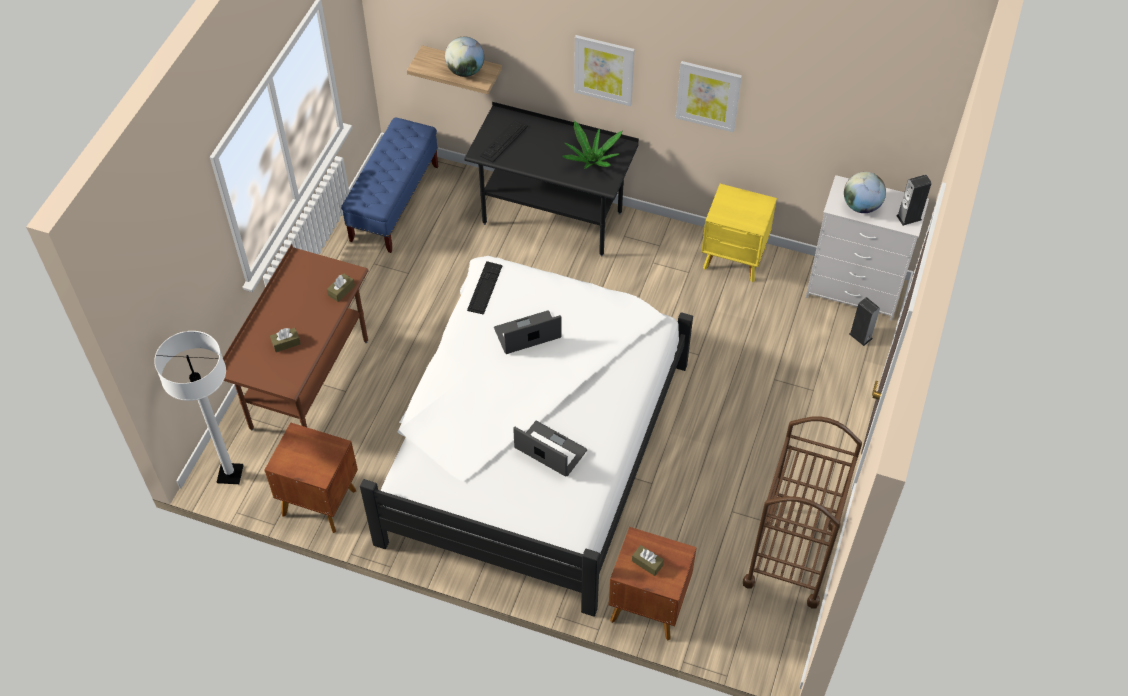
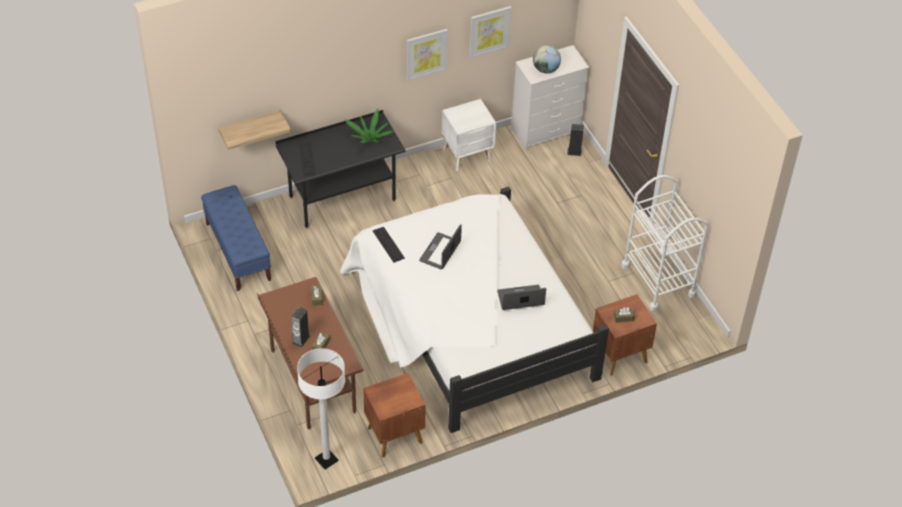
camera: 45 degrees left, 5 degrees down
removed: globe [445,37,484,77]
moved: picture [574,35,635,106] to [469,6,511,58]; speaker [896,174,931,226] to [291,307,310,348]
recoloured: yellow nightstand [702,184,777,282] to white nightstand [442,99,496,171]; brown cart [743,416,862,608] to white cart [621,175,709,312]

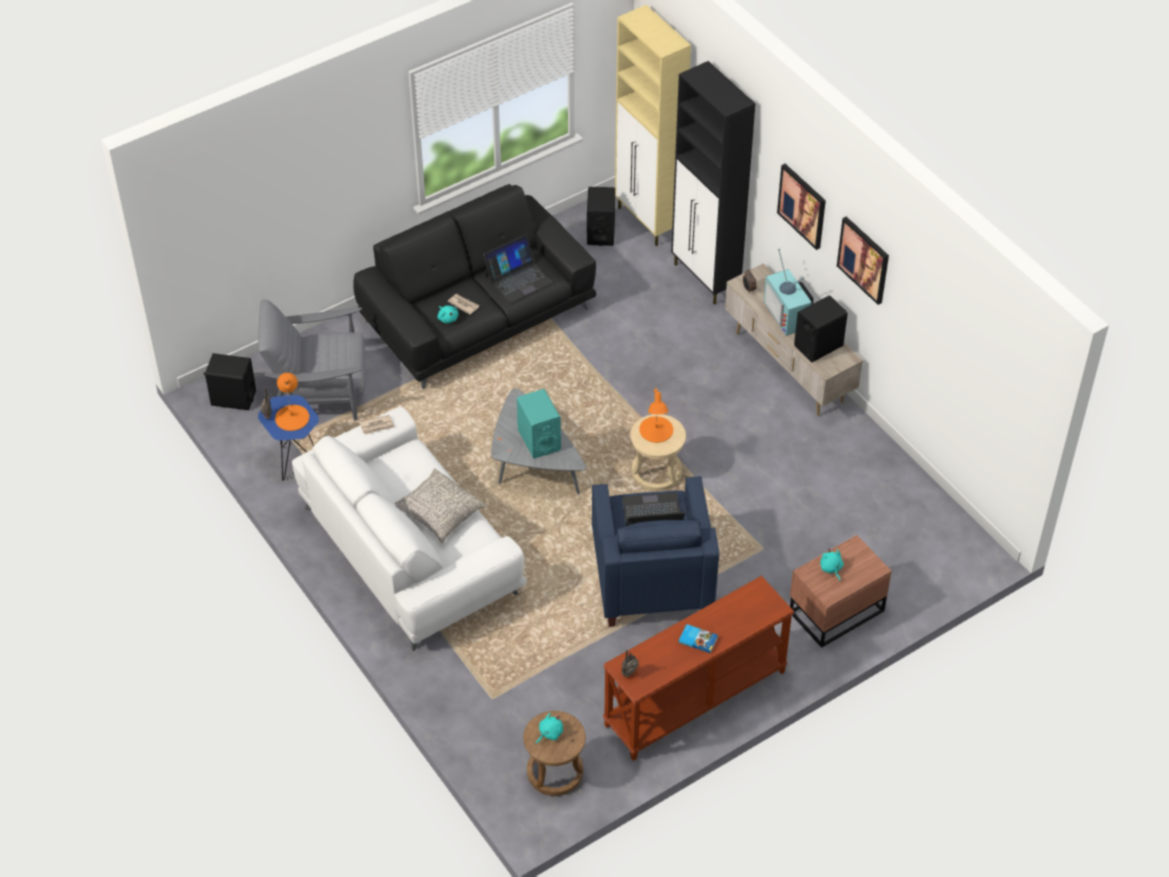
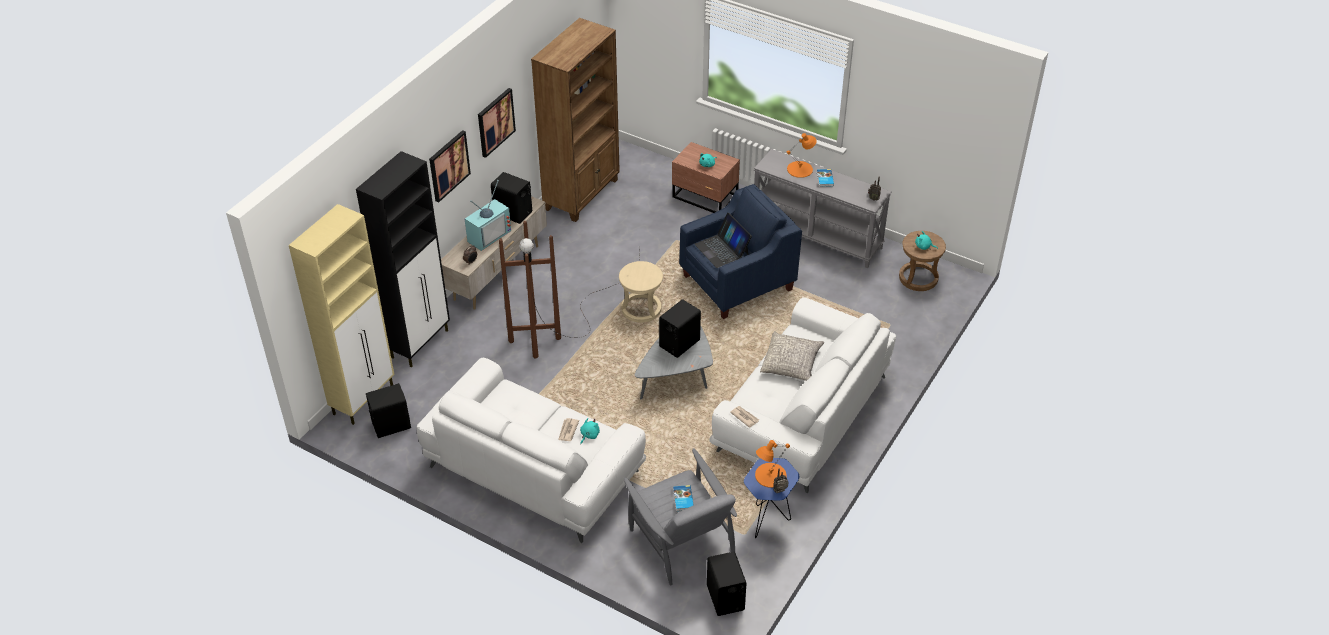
camera: 115 degrees left, 5 degrees down
removed: laptop [483,234,552,303]
added: brown bookcase [531,18,620,222]; brown floor lamp [499,221,640,358]; book [673,485,693,511]
moved: orange table lamp [639,389,673,443] to [787,133,816,178]
recoloured: black sofa [353,184,596,389] to white sofa [416,358,646,543]; turquoise speaker [517,389,561,458] to black speaker [659,299,701,358]; brown console table [603,576,794,761] to grey console table [754,149,891,268]

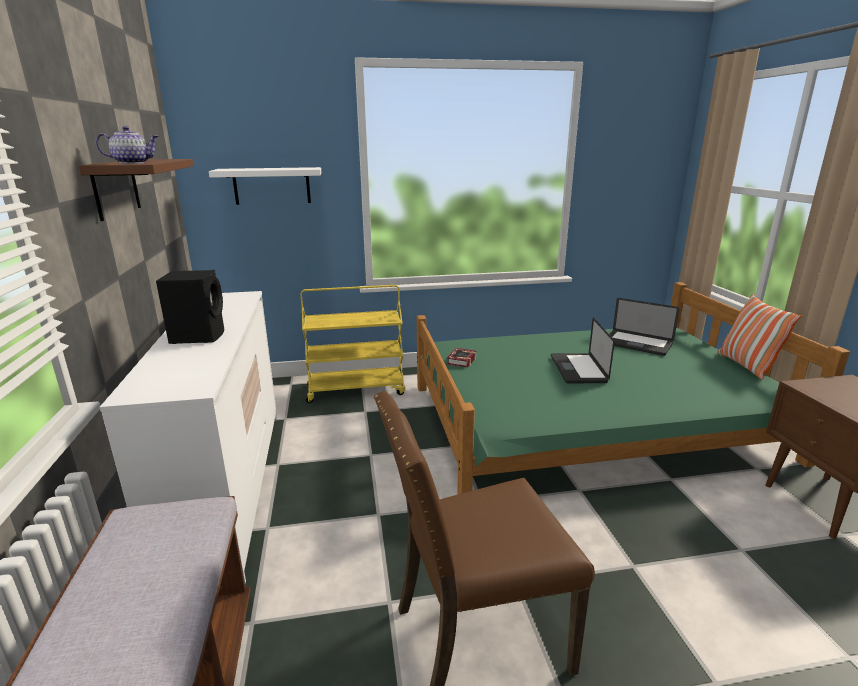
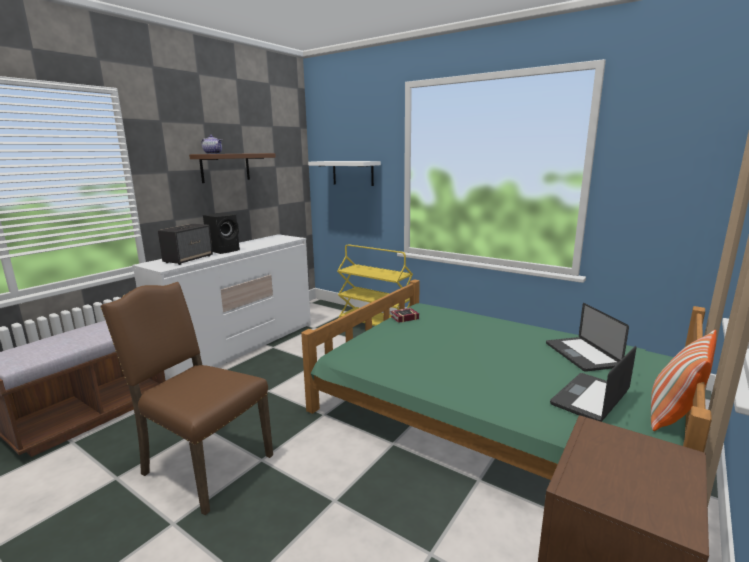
camera: 45 degrees right, 5 degrees down
added: speaker [158,224,213,265]
moved: laptop [551,318,615,383] to [550,345,637,422]

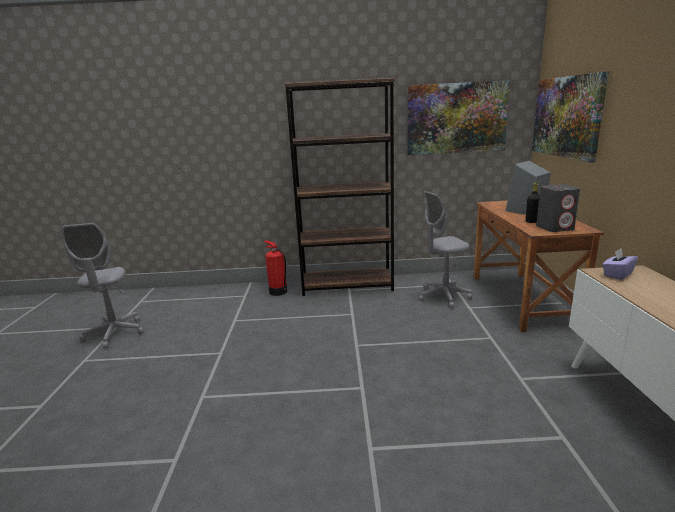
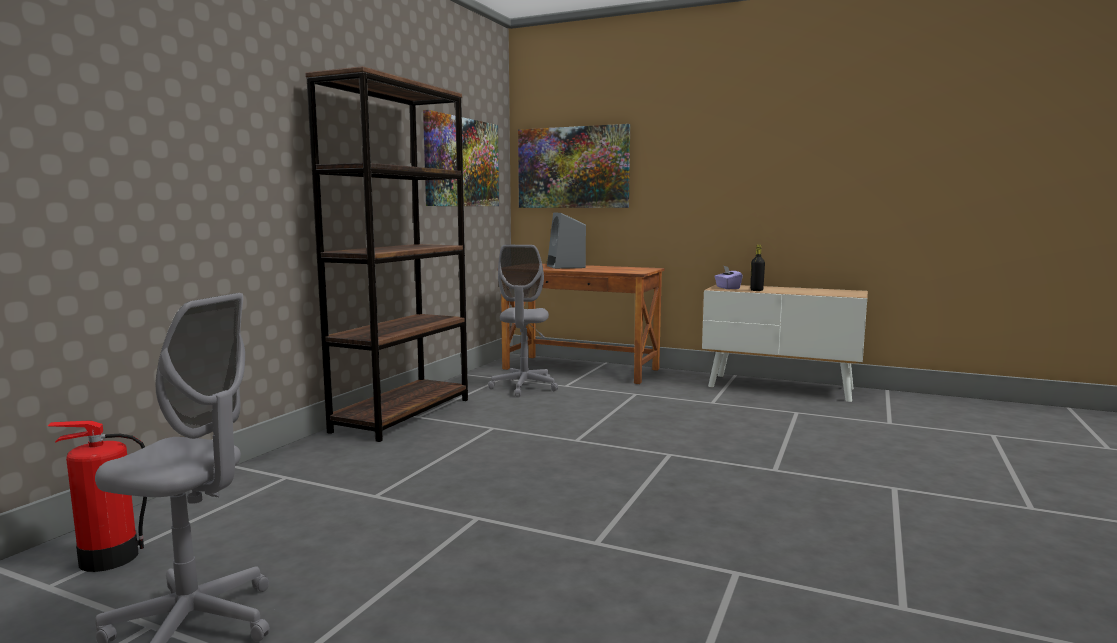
camera: 65 degrees left, 10 degrees down
removed: grey speaker [536,184,580,232]
moved: black bottle [526,183,540,223] to [750,245,765,291]; fire extinguisher [263,240,287,296] to [48,421,147,572]

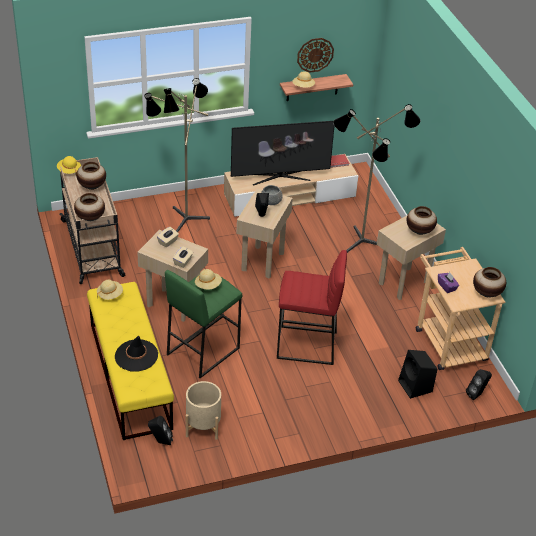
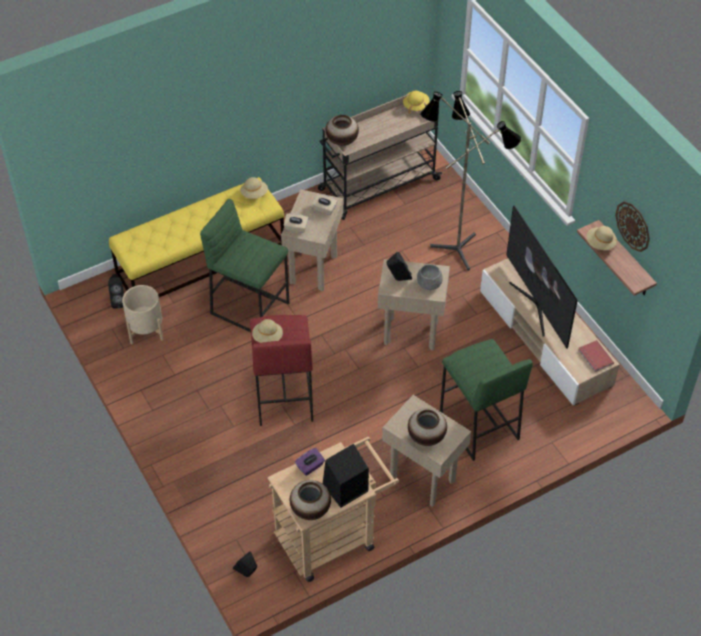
camera: 80 degrees right, 10 degrees up
removed: vase [77,162,106,190]; black hat [115,336,158,371]
moved: beige hat [195,269,222,290] to [252,319,283,343]; black speaker [398,350,437,399] to [323,444,369,508]
replaced: floor lamp [333,104,420,253] to green stool [440,339,533,461]

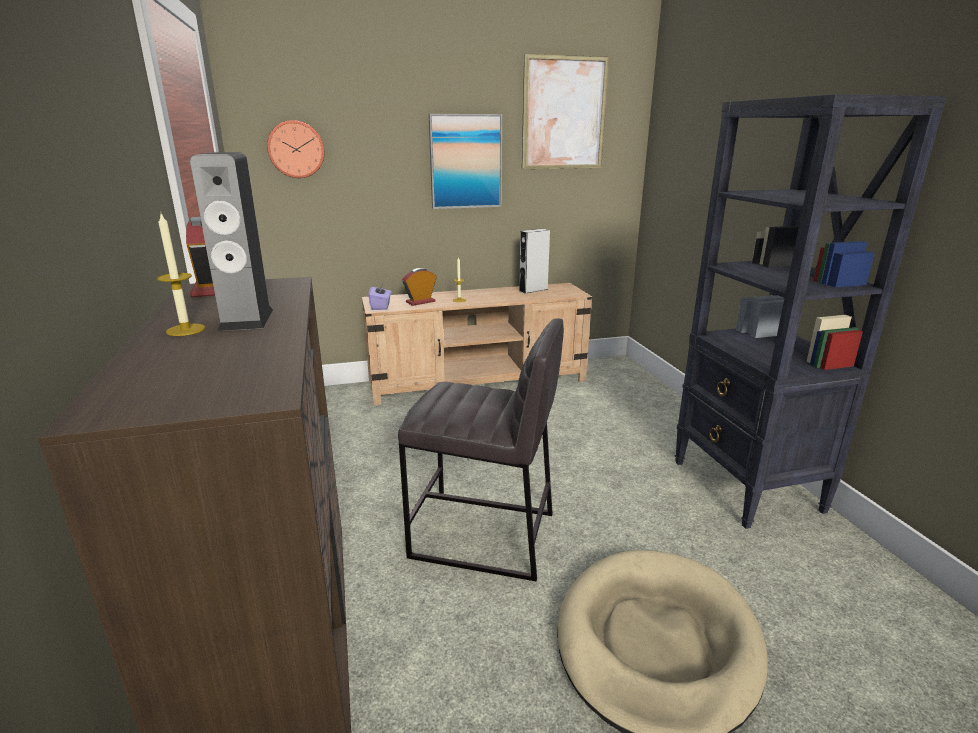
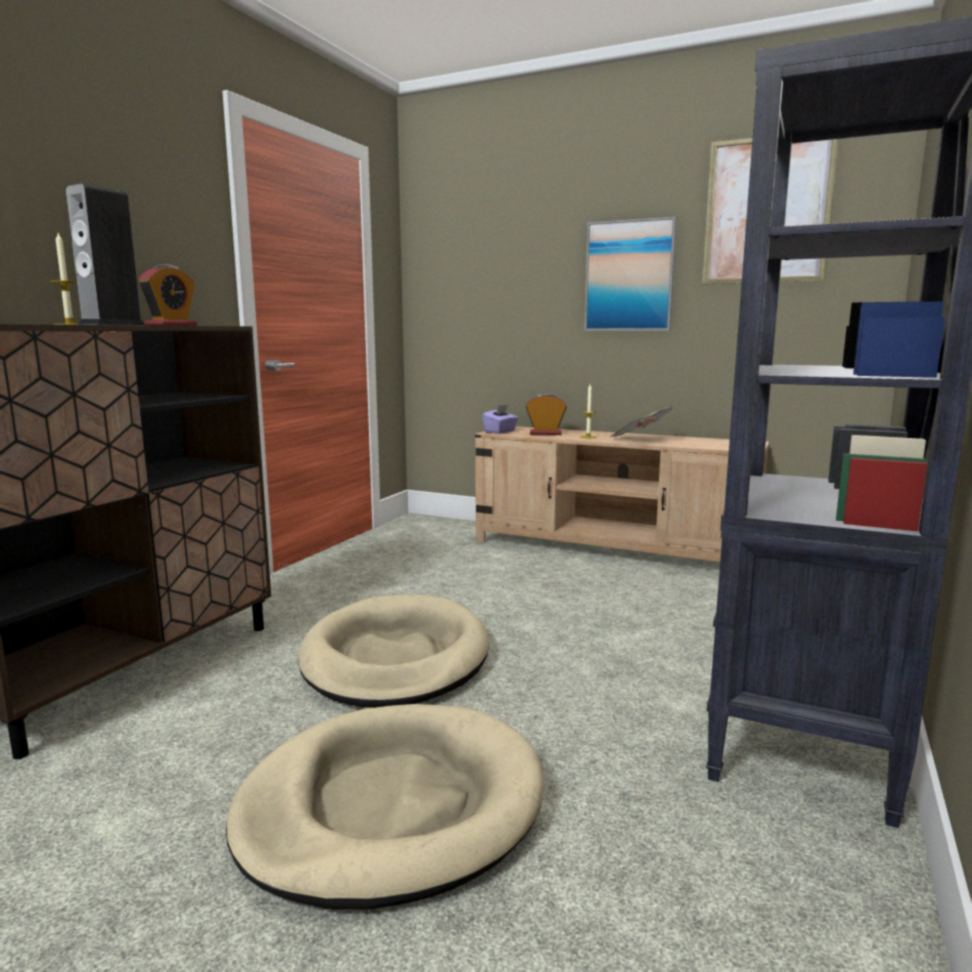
camera: 40 degrees right, 10 degrees down
removed: wall clock [267,120,324,178]; grey speaker [519,229,550,294]
added: newspaper [610,406,672,437]
replaced: grey stool [398,318,564,581] to beige dog bed [298,595,489,708]

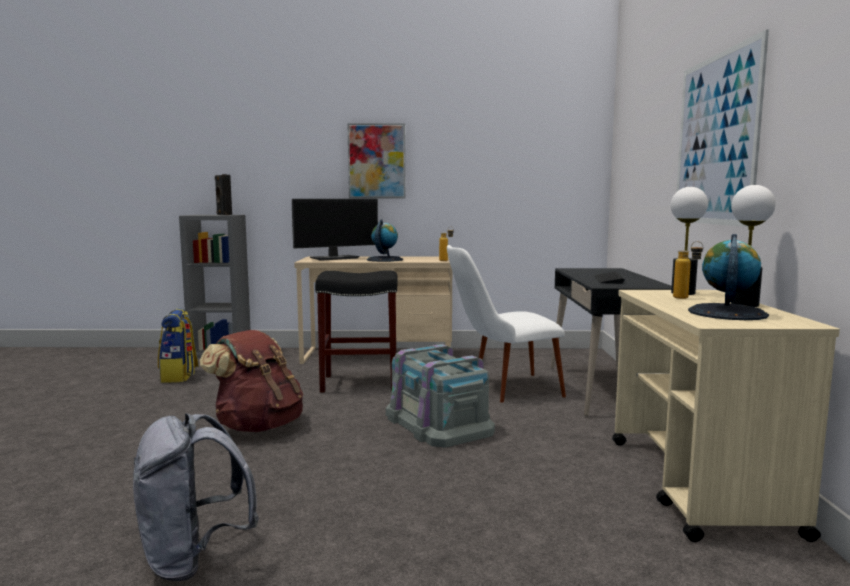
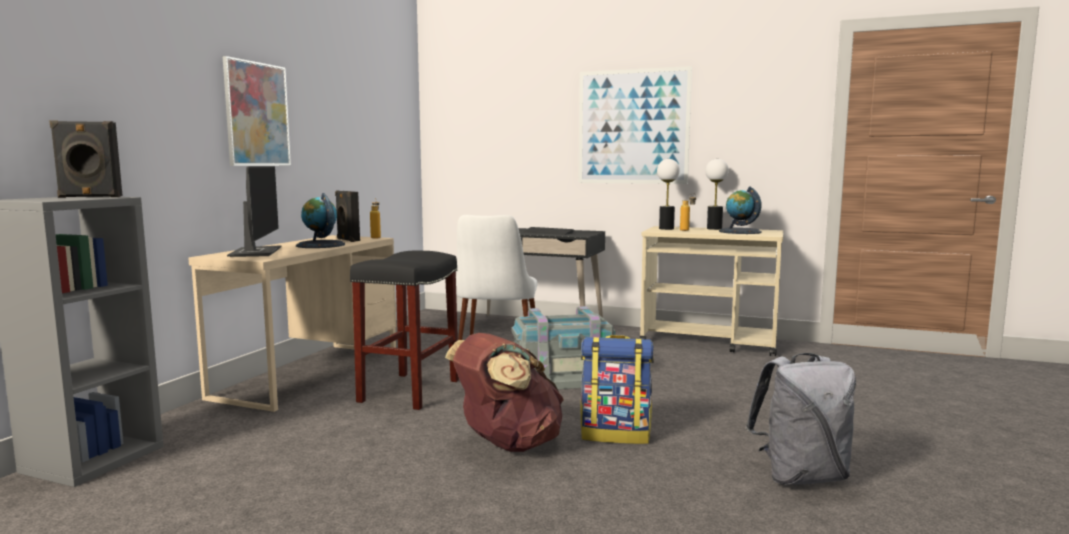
camera: 70 degrees left, 0 degrees up
added: black speaker [335,191,360,242]
moved: backpack [158,308,199,383] to [581,335,654,444]

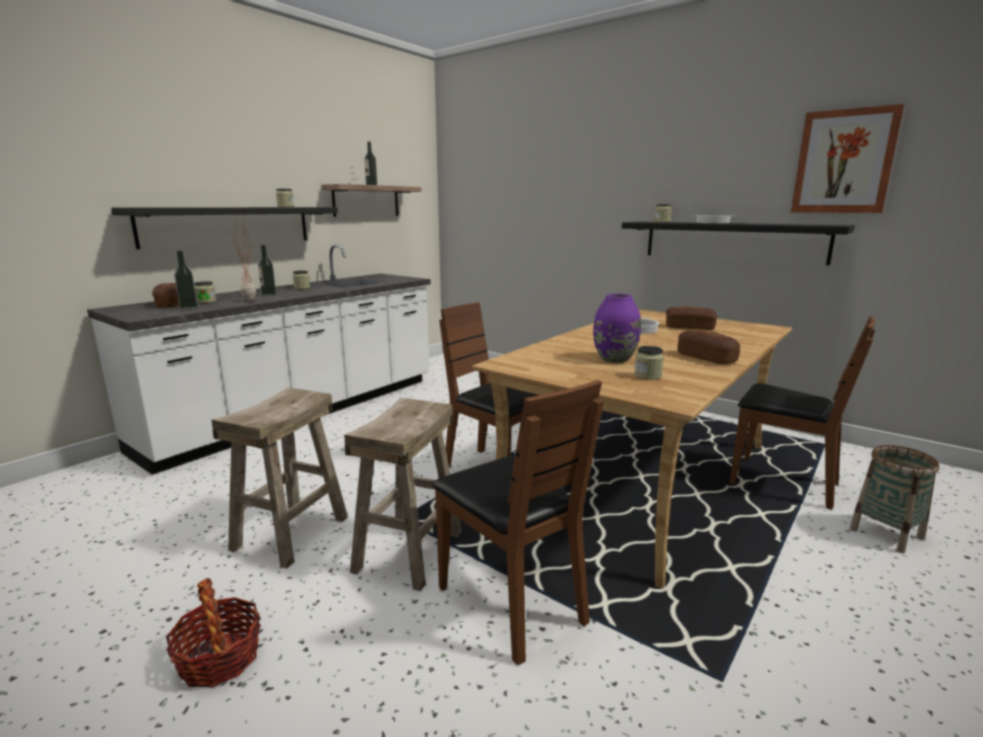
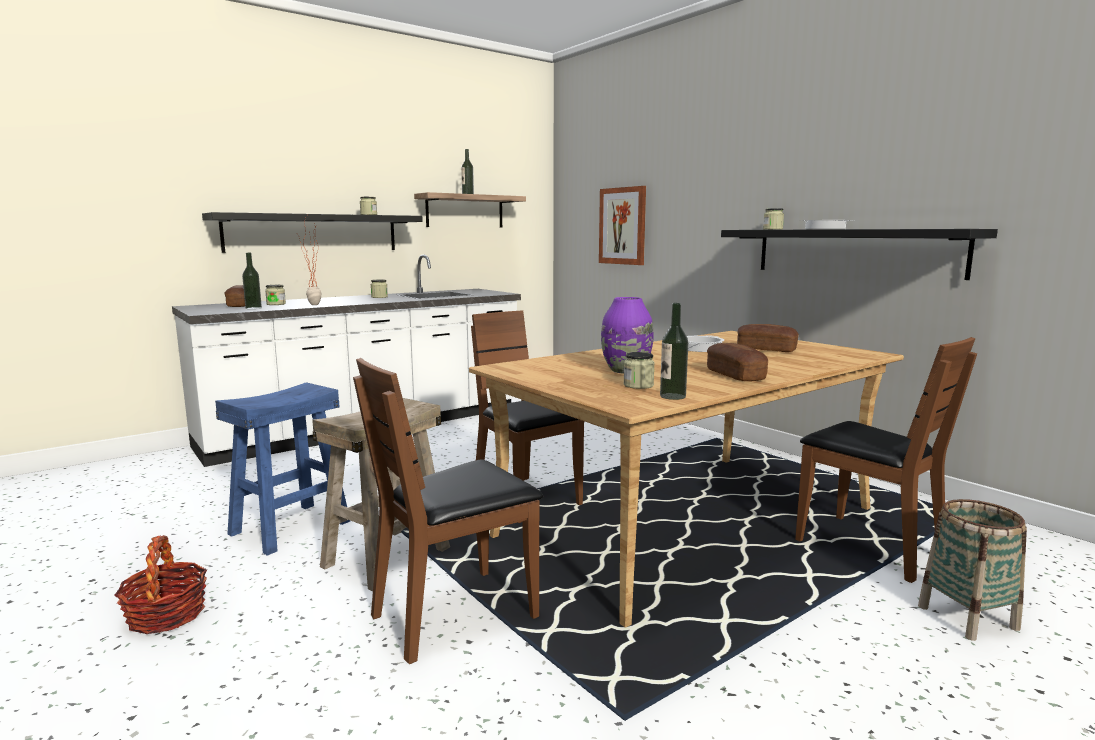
camera: 15 degrees right, 5 degrees down
moved: picture [791,104,904,213] to [599,186,646,265]; bottle [258,245,276,296] to [660,303,688,400]
recoloured: beige stool [211,387,348,569] to blue stool [215,382,350,556]
turned: brown chair [432,380,604,665] = [353,358,543,664] 75 degrees clockwise

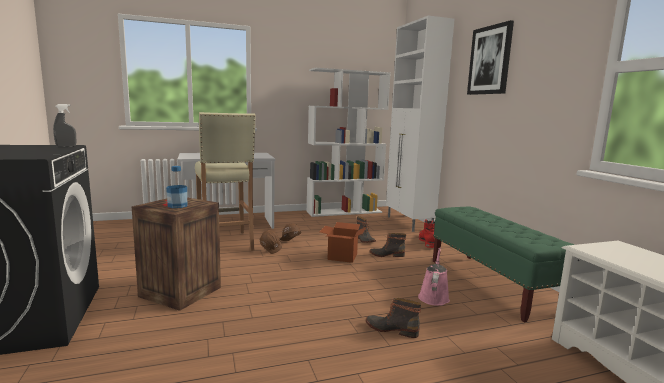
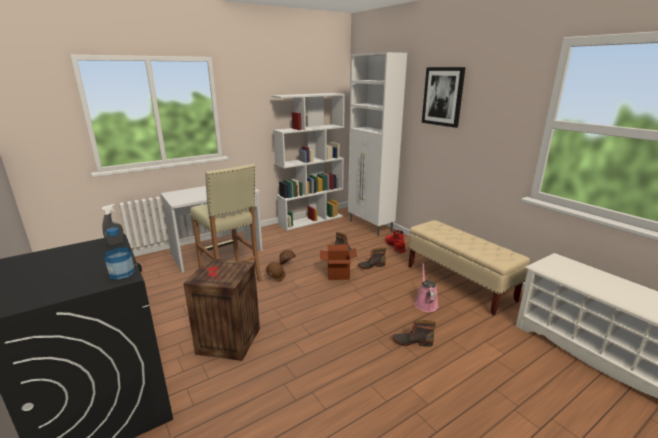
camera: 15 degrees left, 10 degrees up
moved: bottle [166,166,187,208] to [104,227,135,280]
recoloured: green bench [433,207,574,322] to beige bench [408,220,530,315]

